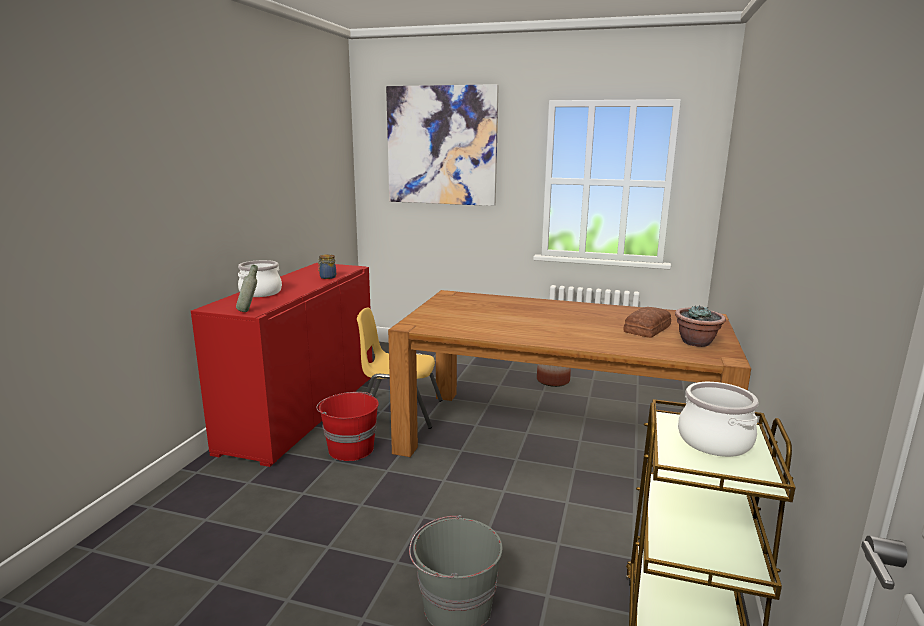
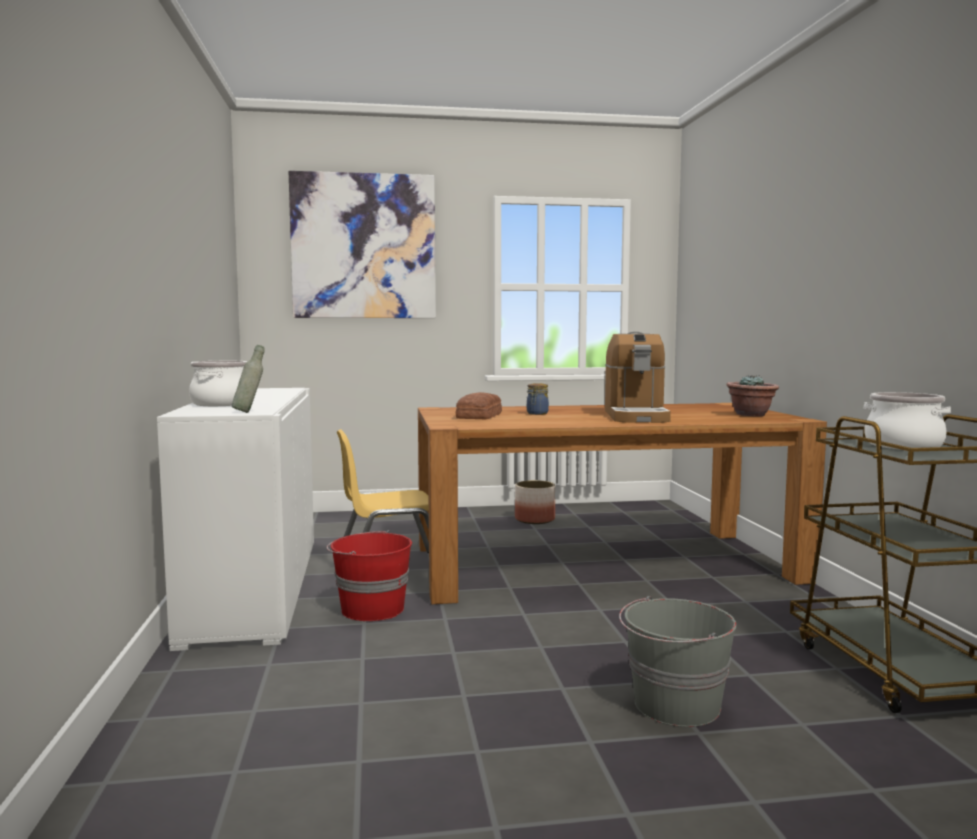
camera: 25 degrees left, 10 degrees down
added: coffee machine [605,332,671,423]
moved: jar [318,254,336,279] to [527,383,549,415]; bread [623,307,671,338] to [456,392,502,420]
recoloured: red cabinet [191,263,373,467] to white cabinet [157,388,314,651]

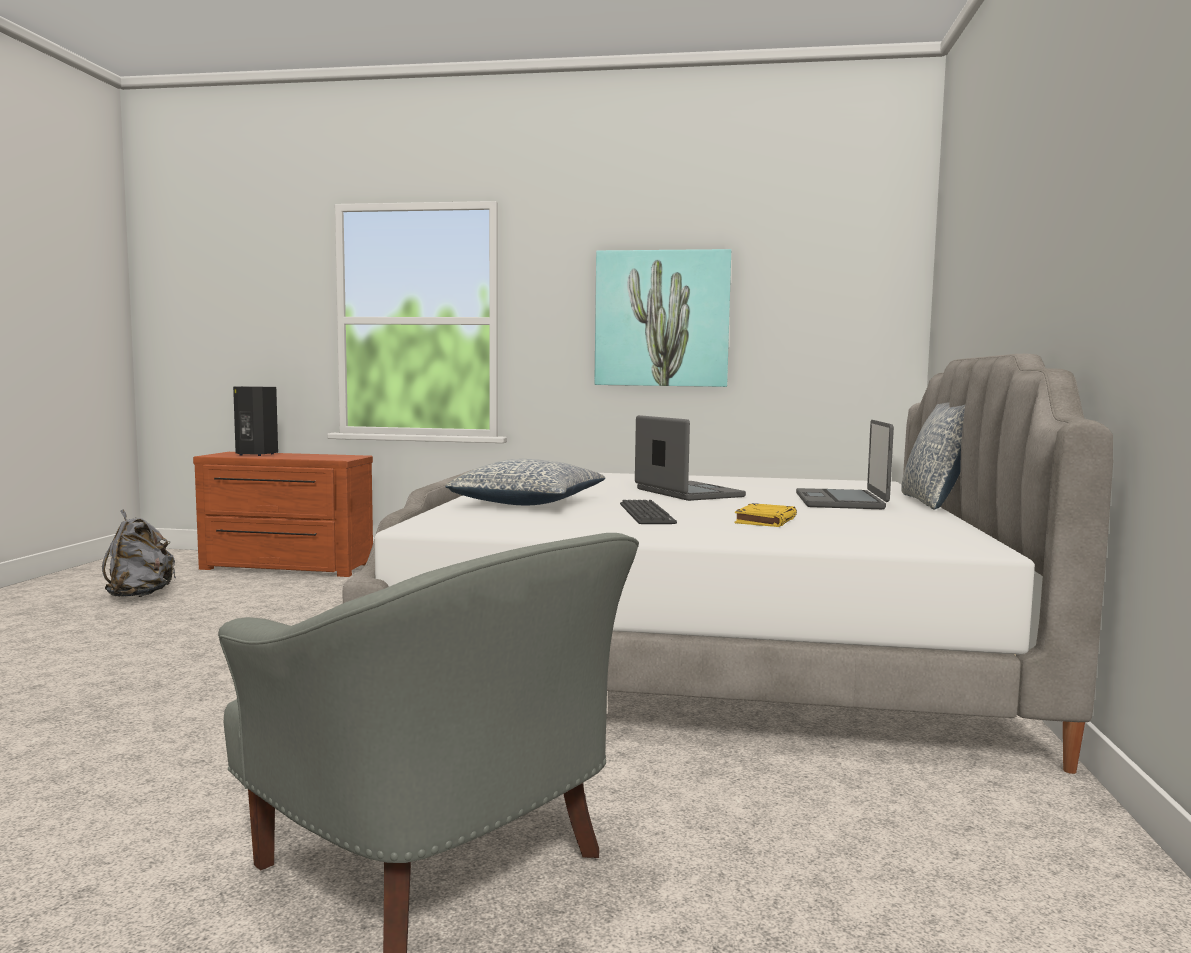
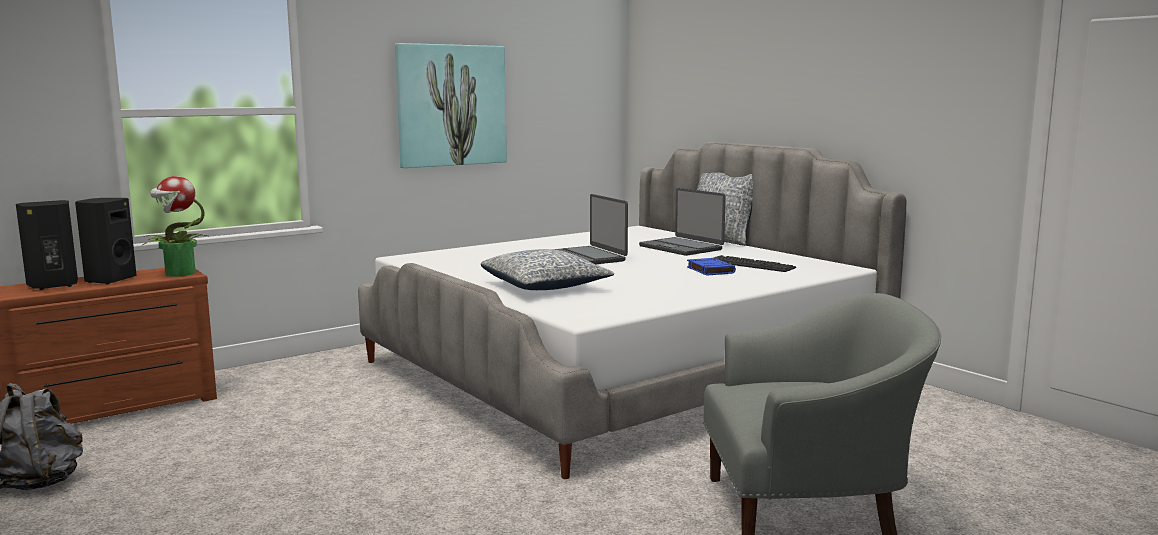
camera: 45 degrees left, 5 degrees up
added: potted plant [141,176,208,277]; black speaker [75,198,137,285]
moved: keyboard [620,500,677,524] to [713,255,796,272]
recoloured: yellow book [734,503,797,527] to blue book [687,258,736,276]
turned: laptop [635,415,746,501] = [554,194,628,264] 135 degrees counterclockwise

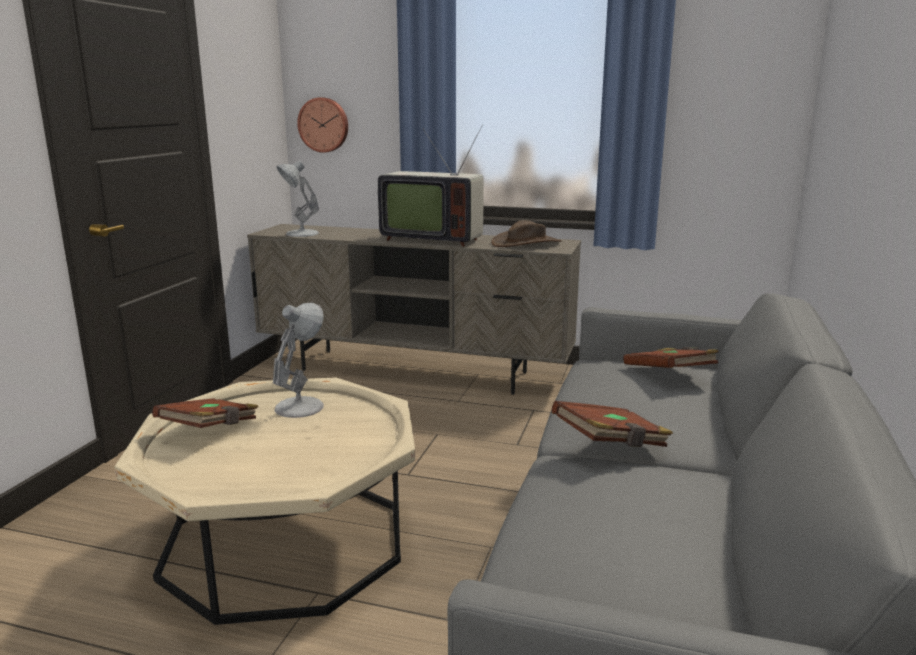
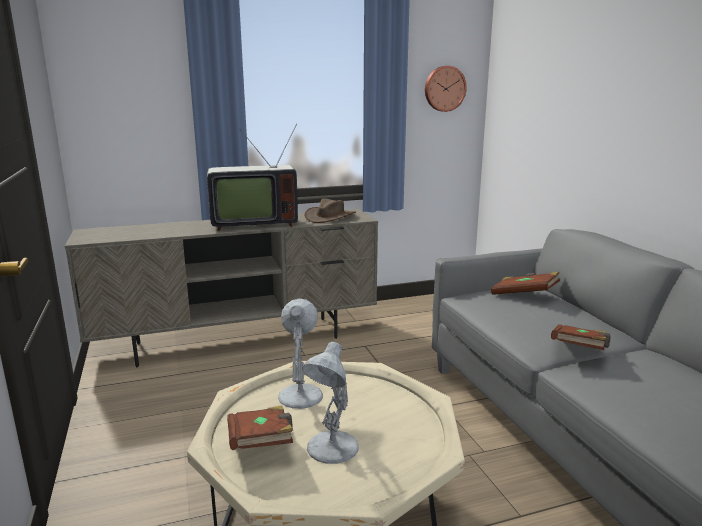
camera: 35 degrees left, 0 degrees up
moved: wall clock [297,97,348,153] to [425,66,467,112]; white table lamp [276,161,319,237] to [302,342,359,464]

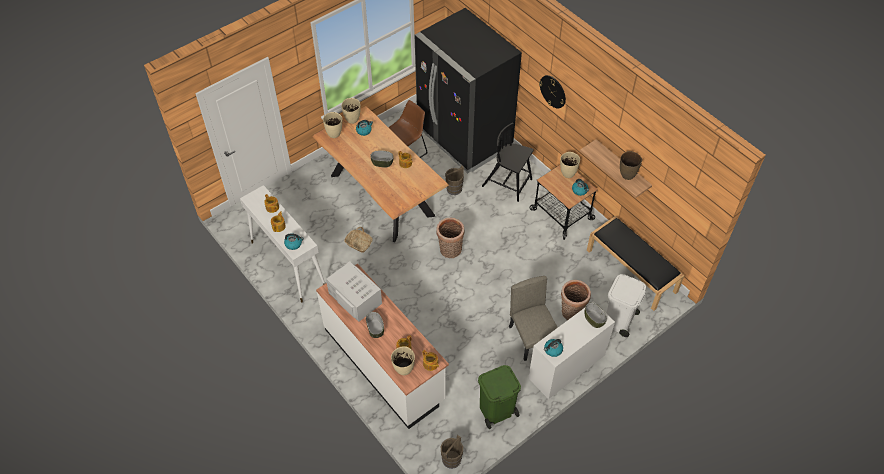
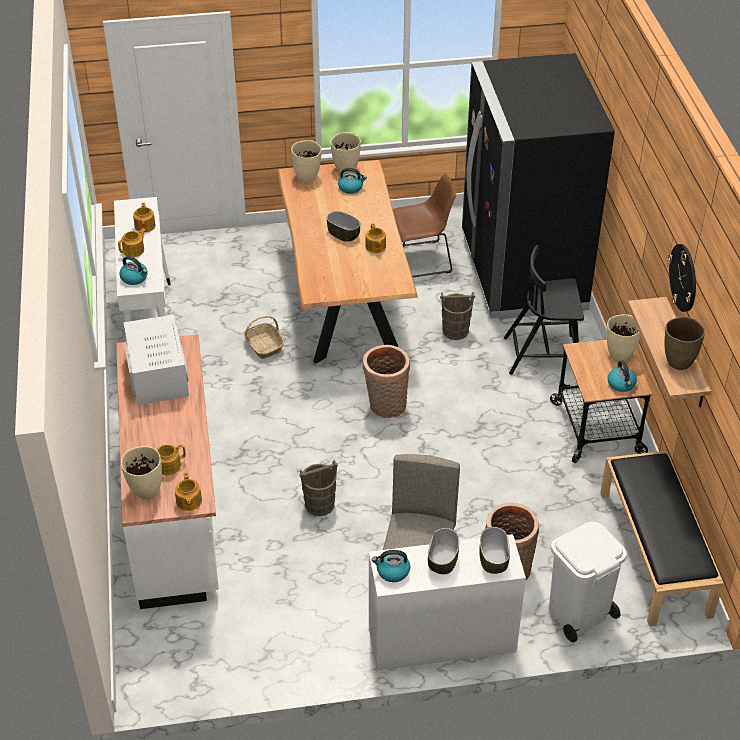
camera: 30 degrees right, 10 degrees down
removed: green trash can [478,365,521,429]
moved: wall clock [539,75,566,109] to [668,244,696,312]; bowl [366,312,384,338] to [428,528,459,574]; brown bucket [441,435,463,469] to [299,460,338,516]
turned: black chair [482,123,534,202] = [504,245,584,375] 60 degrees counterclockwise

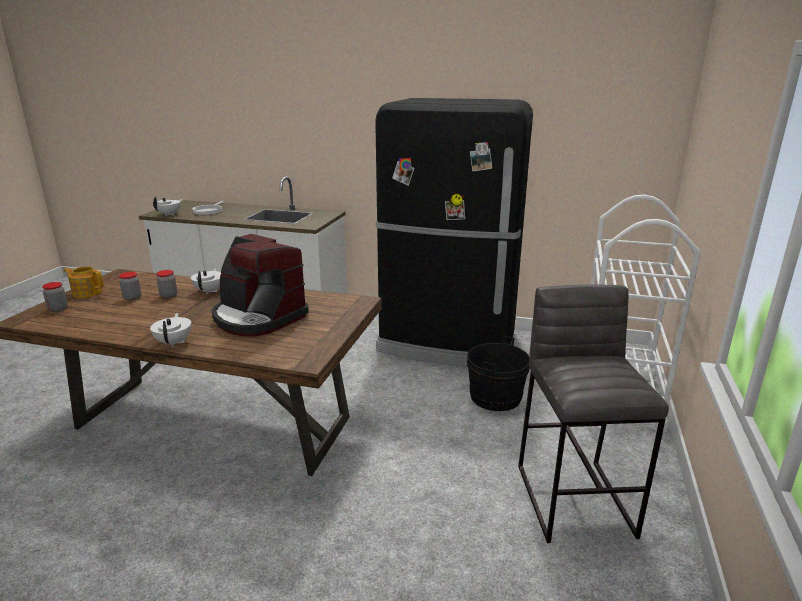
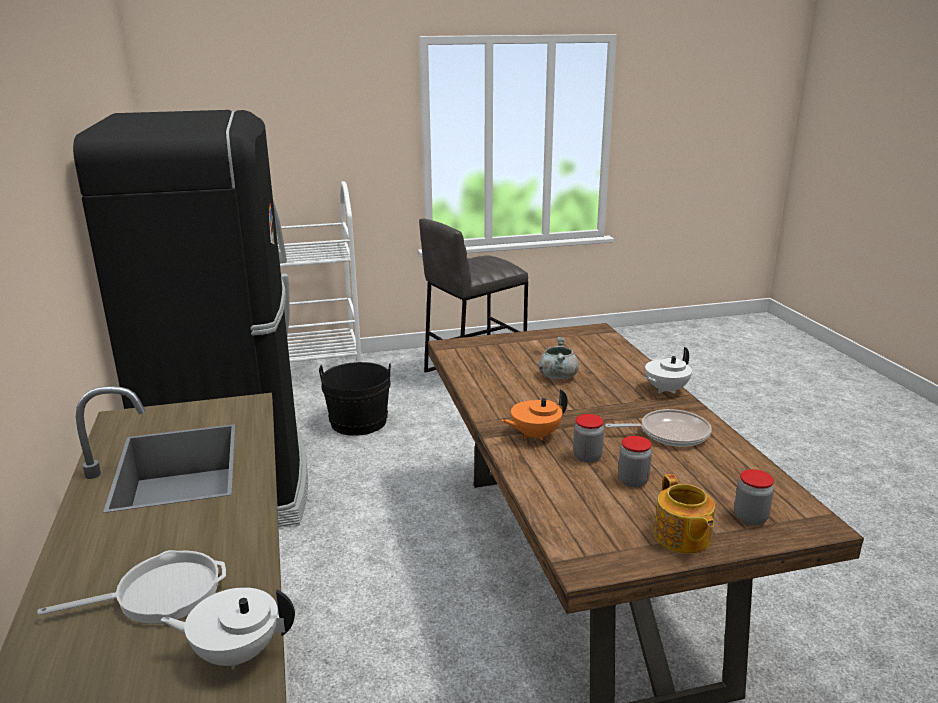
camera: 120 degrees left, 0 degrees up
added: frying pan [605,409,711,447]
replaced: coffee machine [212,234,308,337] to grey cooking pot [539,337,579,379]
recoloured: white teapot [191,268,221,294] to orange teapot [501,389,568,441]

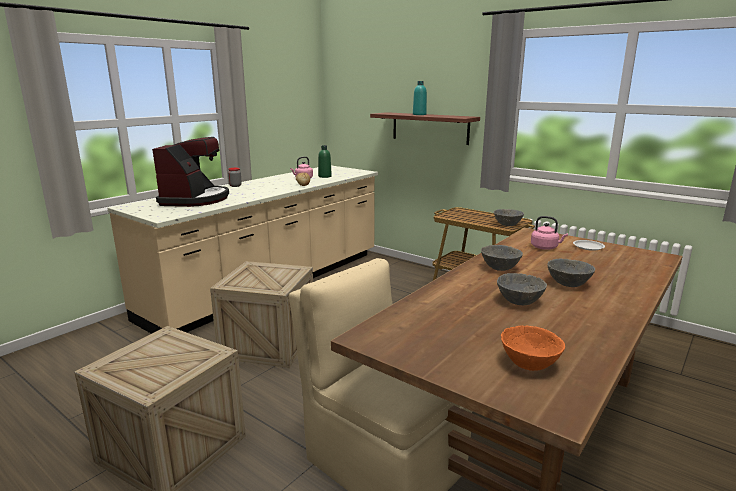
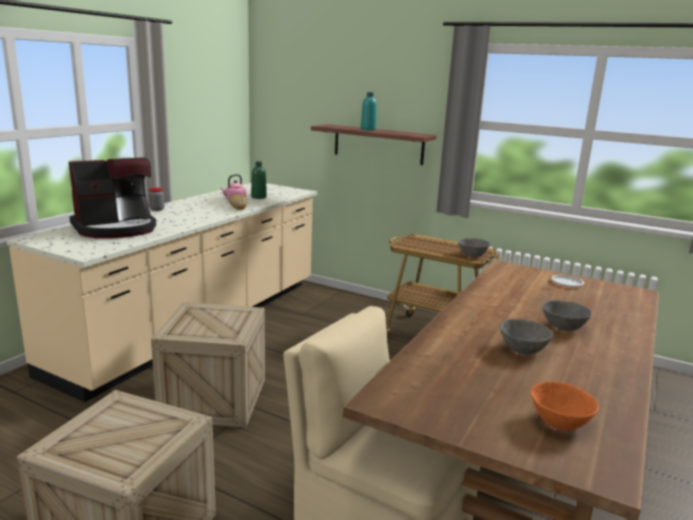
camera: 10 degrees left, 0 degrees up
removed: pink kettle [531,216,568,250]; grey bowl [481,245,523,271]
turned: coffee machine [152,137,229,207] = [69,157,156,238] 60 degrees clockwise

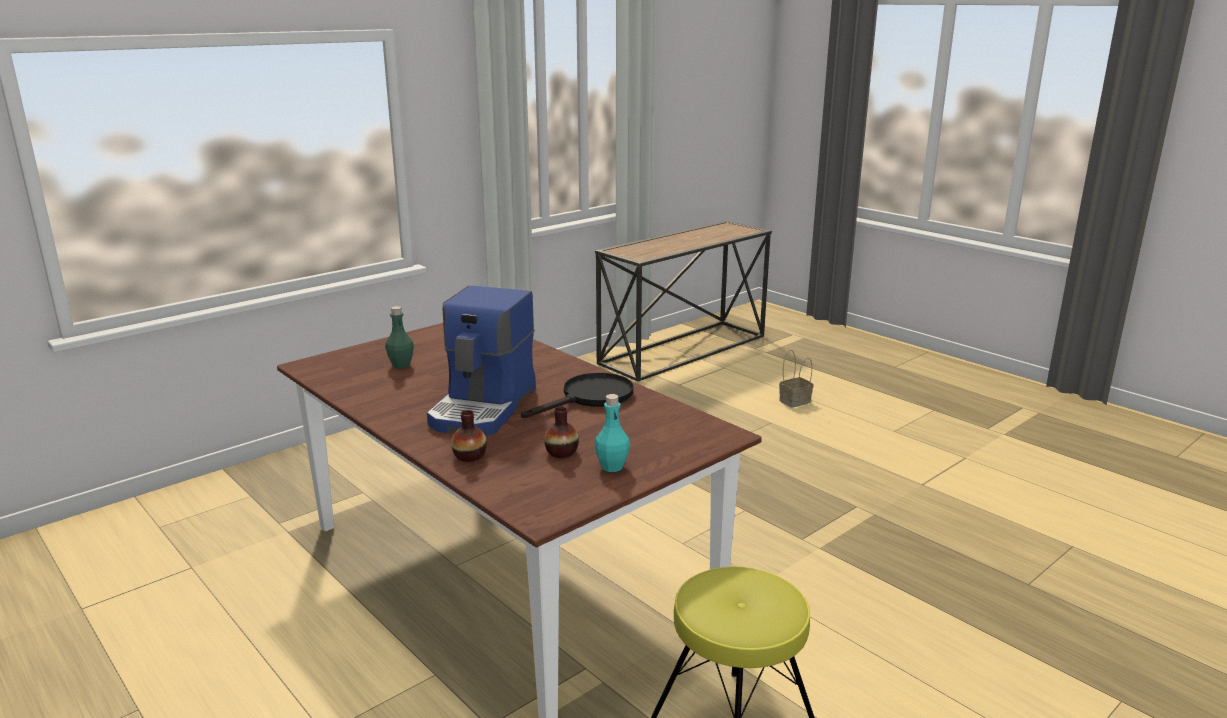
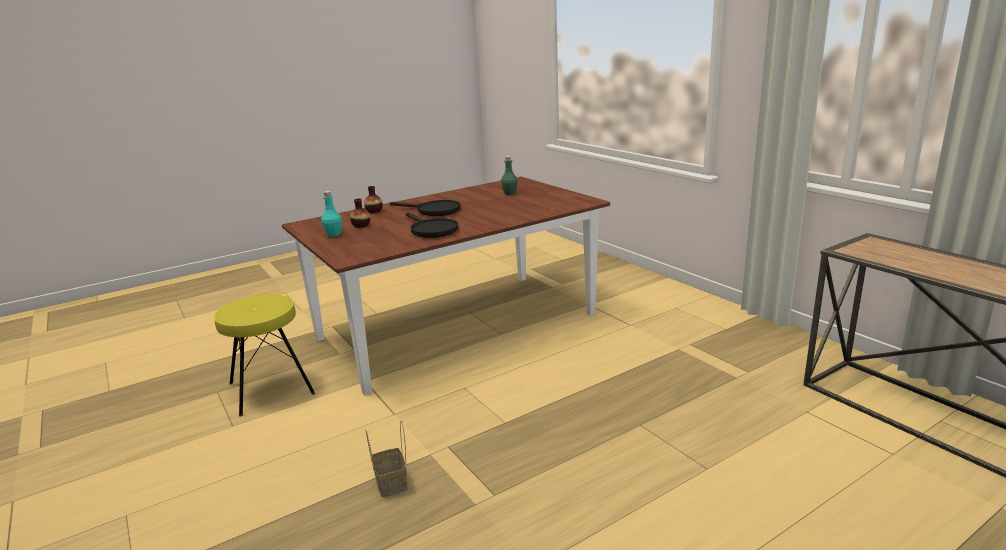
camera: 100 degrees right, 0 degrees up
moved: basket [779,350,813,408] to [366,420,408,497]
replaced: coffee machine [427,286,536,435] to black frying pan [390,200,461,216]

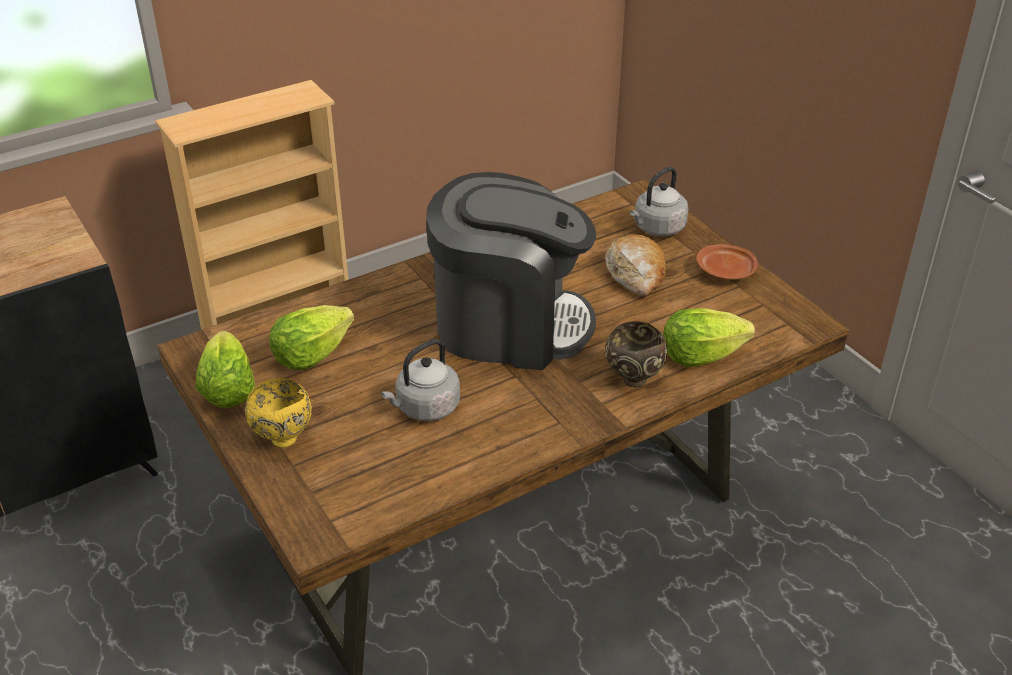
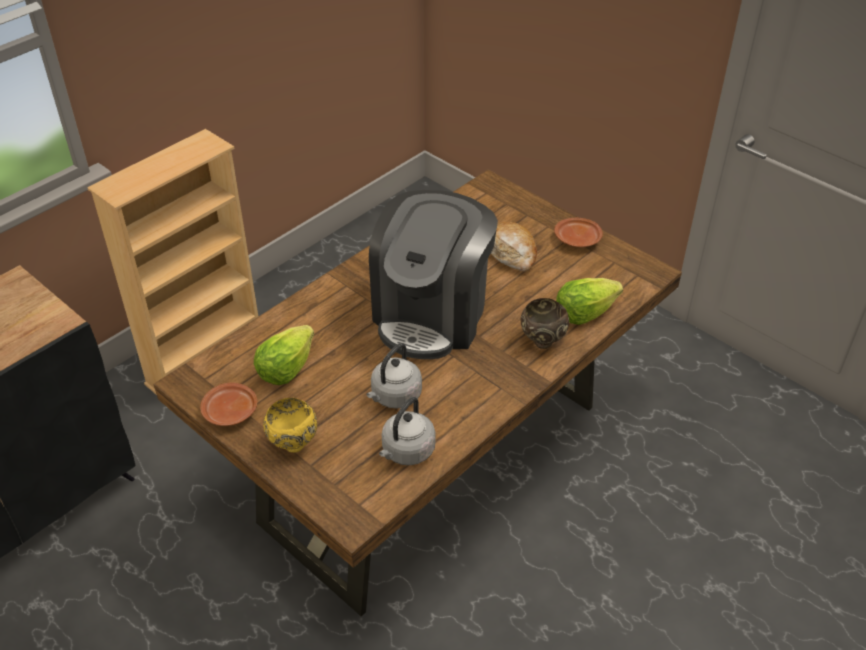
camera: 15 degrees left, 5 degrees up
moved: grey kettle [630,167,688,236] to [379,397,435,465]
replaced: lettuce [196,331,255,408] to brown plate [200,382,257,426]
turned: coffee machine [426,172,596,370] = [369,190,498,359] 120 degrees clockwise

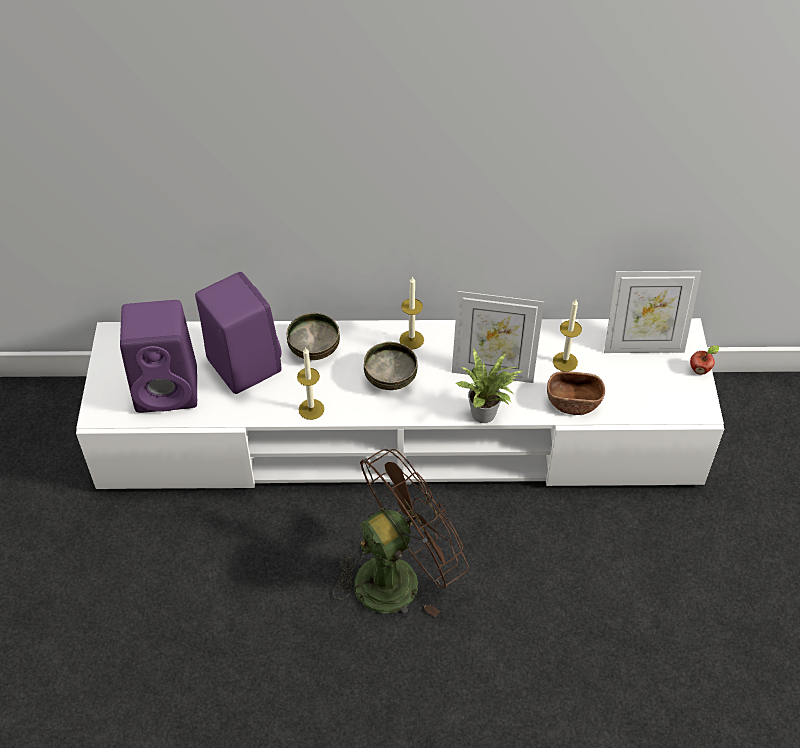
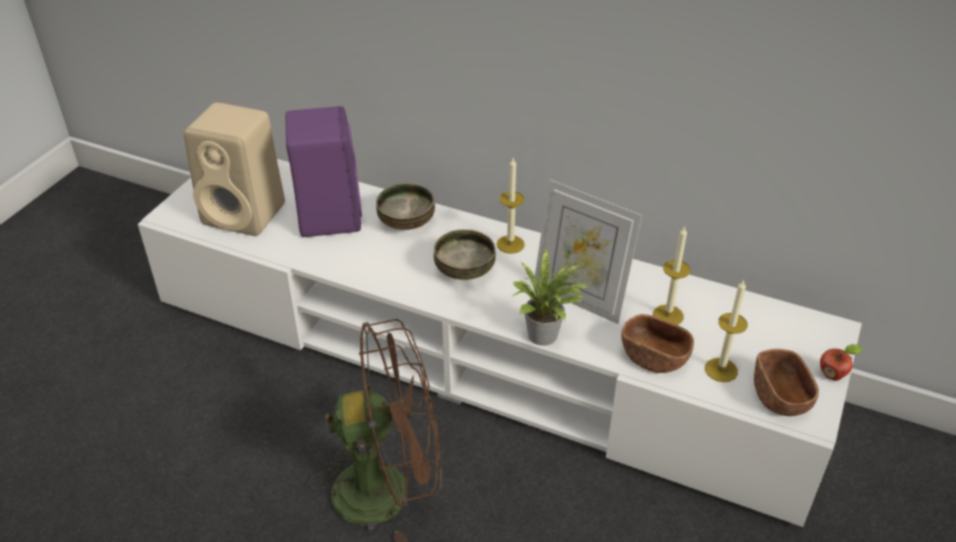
camera: 25 degrees right, 10 degrees down
removed: picture frame [604,271,701,353]
added: brown bowl [754,349,819,416]
moved: candle [297,347,324,420] to [705,279,748,382]
recoloured: purple speaker [120,300,197,413] to beige speaker [184,102,285,236]

